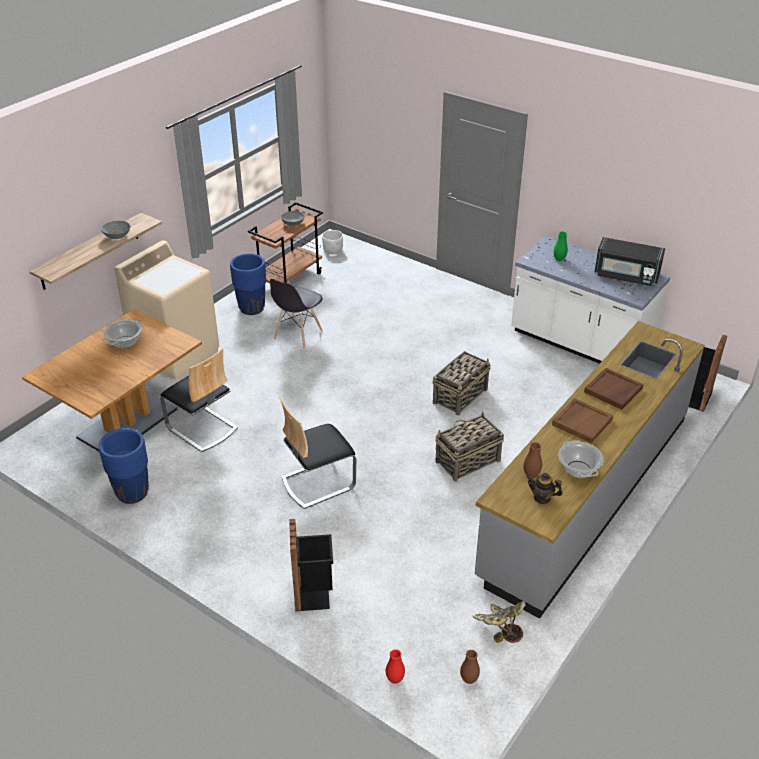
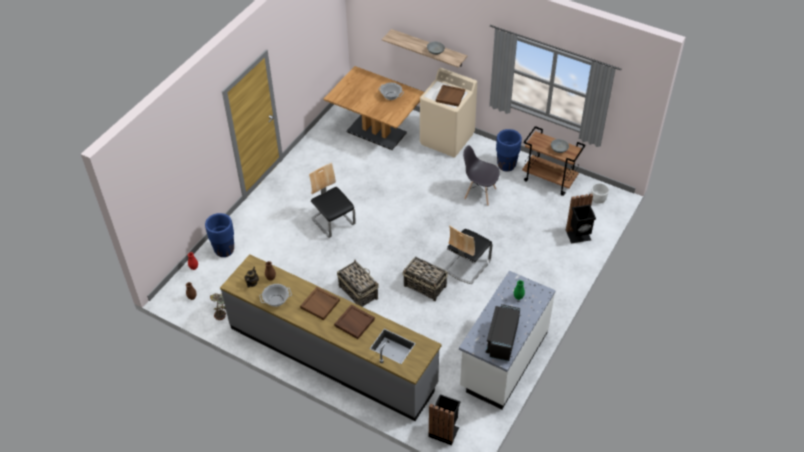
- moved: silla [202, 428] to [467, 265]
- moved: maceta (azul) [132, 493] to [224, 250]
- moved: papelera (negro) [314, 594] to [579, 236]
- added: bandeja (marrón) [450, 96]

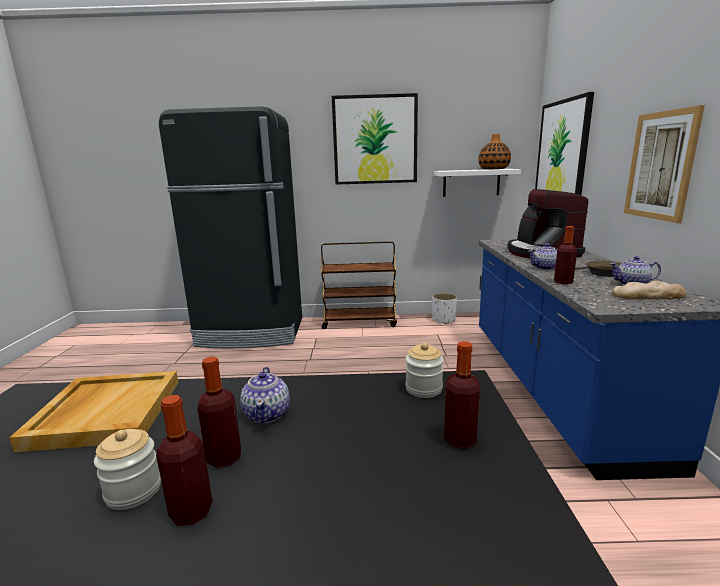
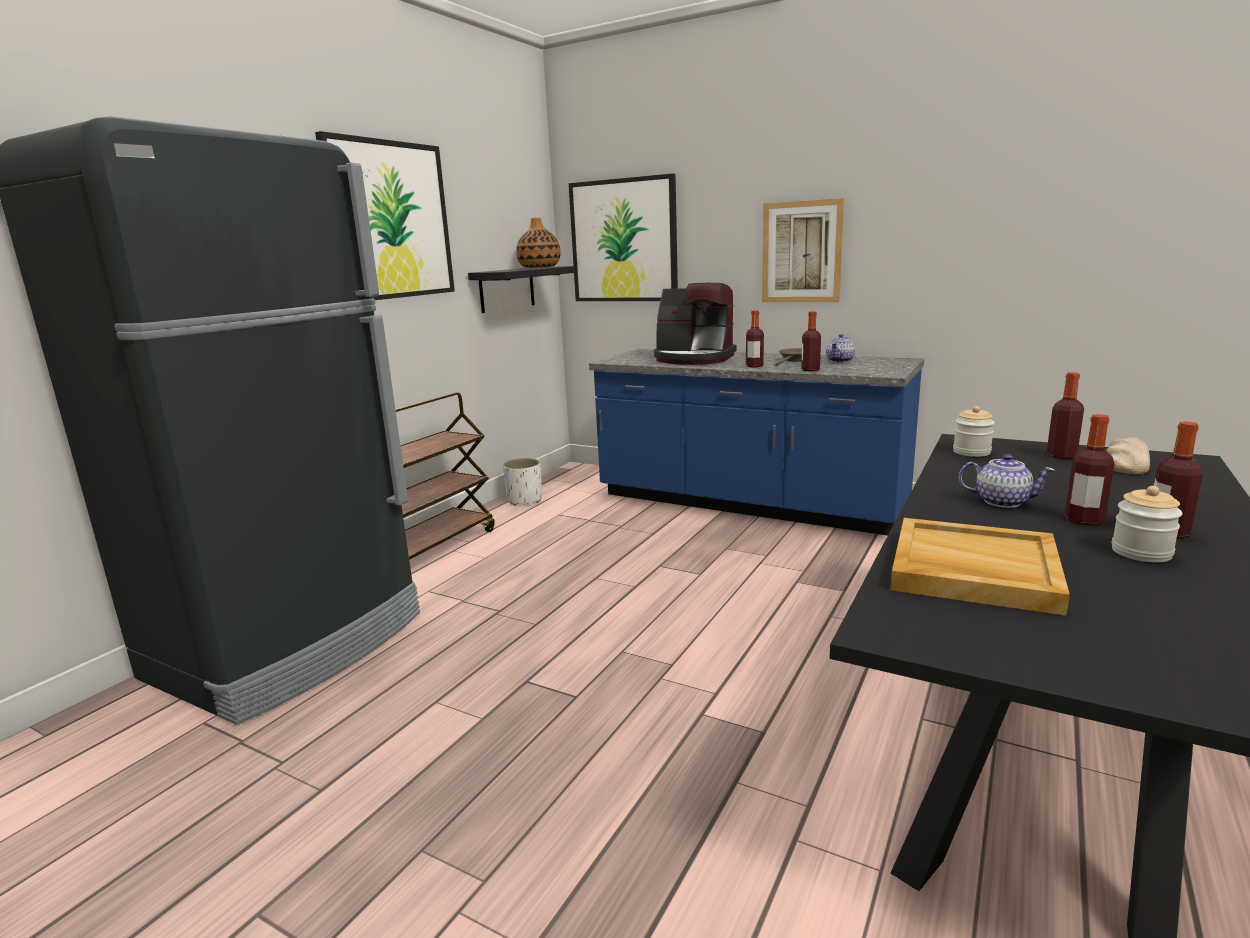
- recoloured: estante (blanco) [471, 183] to estante (negro) [507, 289]
- replaced: tetera [545, 268] to botella [754, 366]
- moved: pan [648, 296] to [1126, 461]

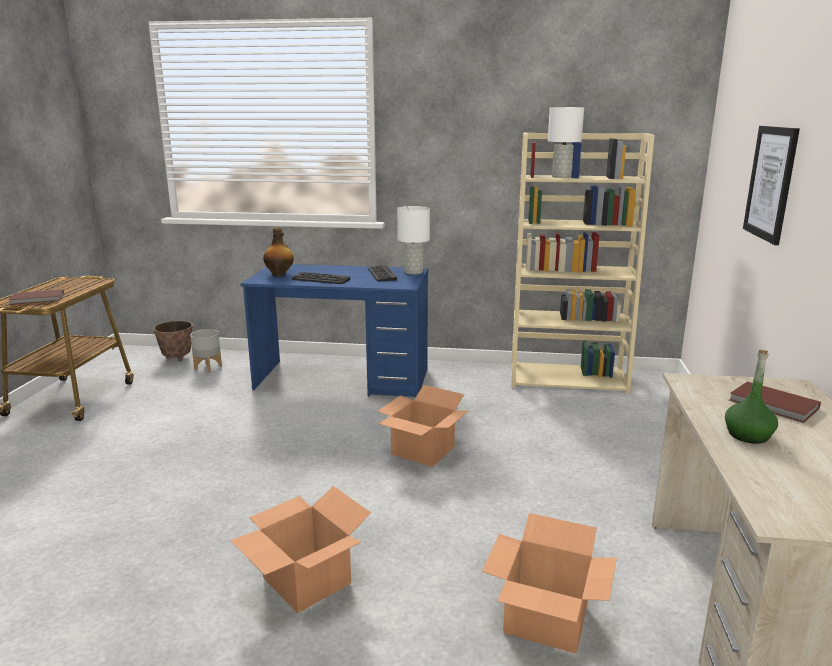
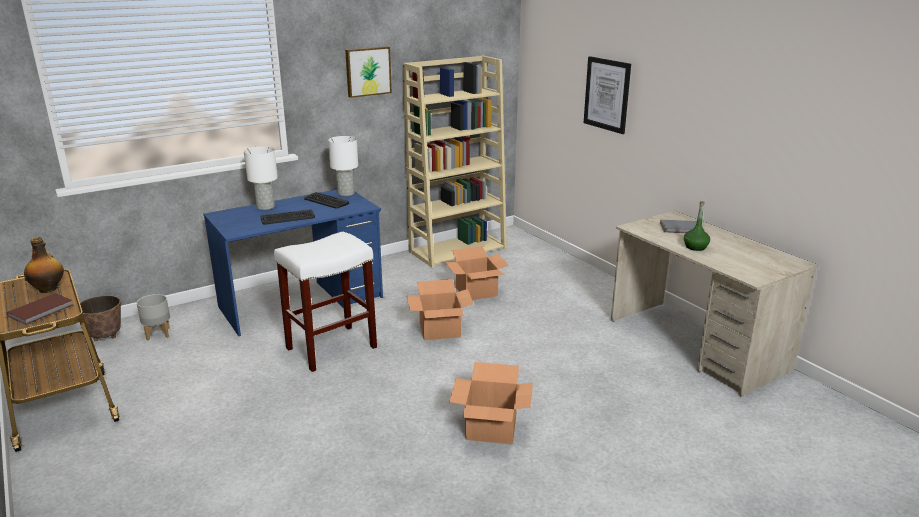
- moved: lámpara de mesa (blanco) [561, 176] to [265, 207]
- moved: botella [279, 274] to [48, 289]
- recoloured: libro (marrón) [773, 405] to libro (gris) [682, 229]
- moved: caja de cartón [547, 619] to [477, 291]
- added: cuadro [367, 71]
- added: taburete (blanco) [330, 348]

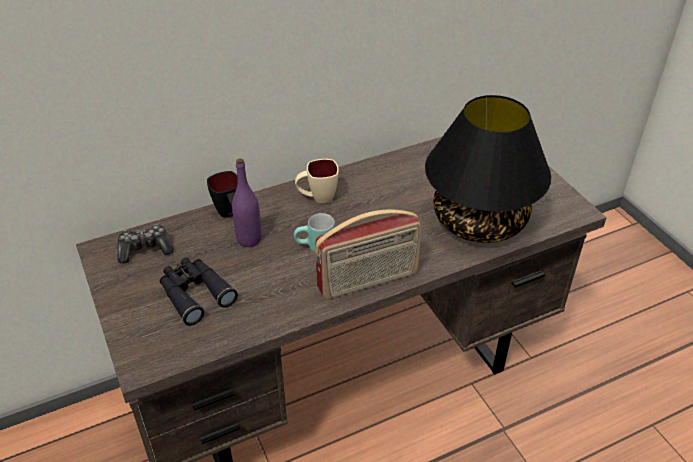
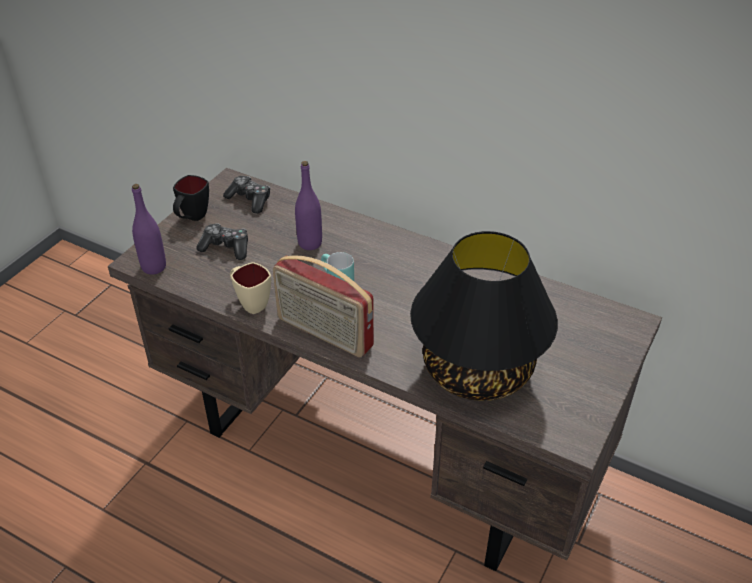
- moved: taza grande (beis) [317, 198] to [250, 303]
- moved: taza grande (negro) [230, 214] to [192, 218]
- replaced: prismáticos (negro) [195, 294] to mando de consola [226, 247]
- added: botella (morado) [154, 267]

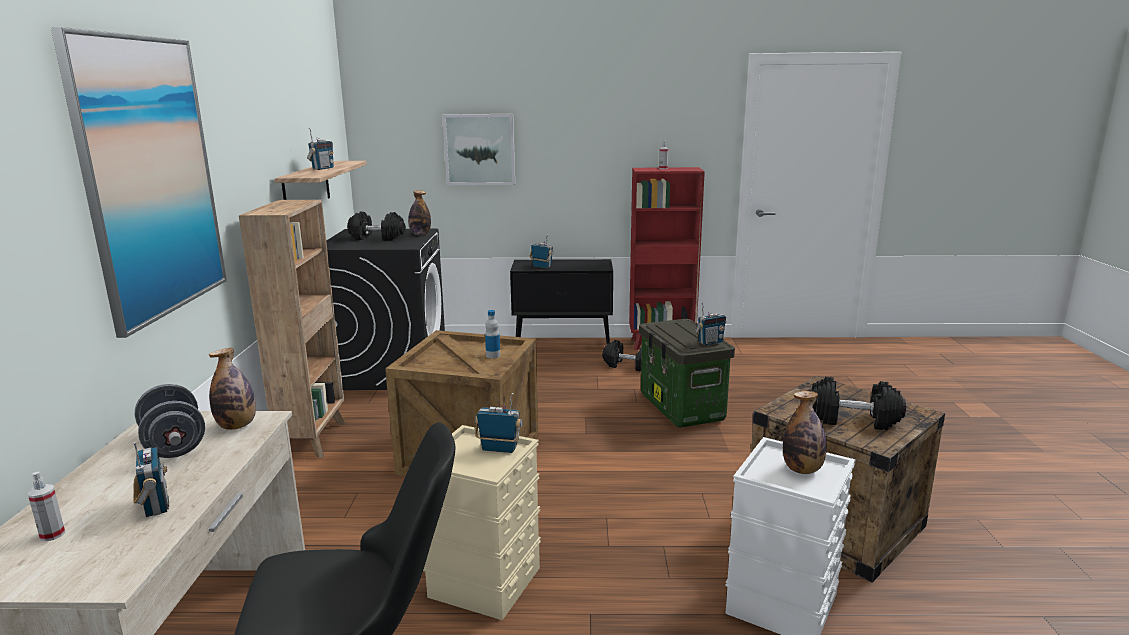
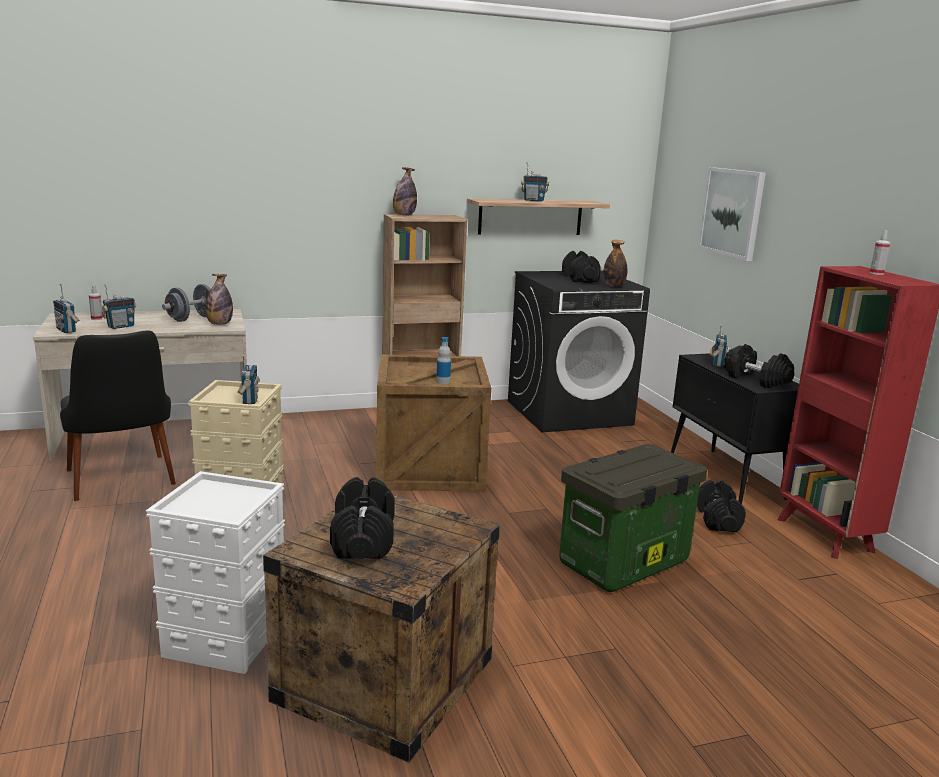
- removed: cuadro [150, 178]
- moved: radio [710, 342] to [67, 330]
- moved: botella [802, 469] to [404, 215]
- added: mancuerna (negro) [755, 380]

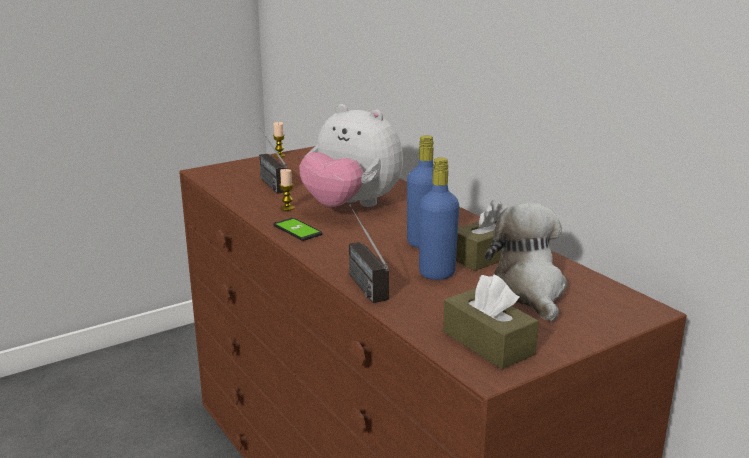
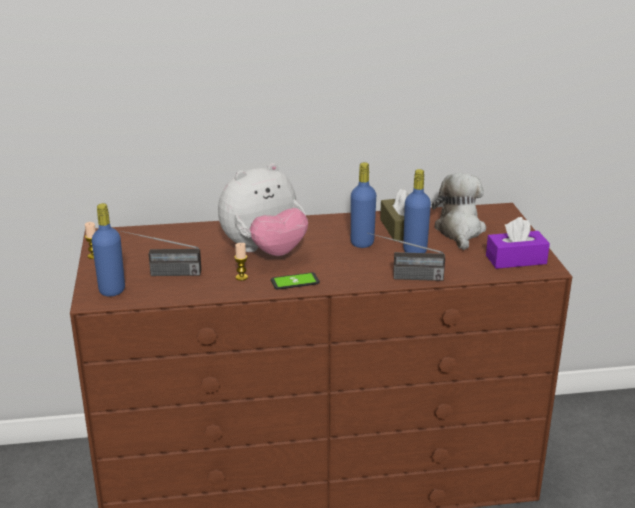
- turned: peluche [529, 291] = [459, 231] 75 degrees clockwise
- recoloured: caja de pañuelos (marrón) [488, 343] to caja de pañuelos (morado) [516, 260]
- added: botella (azul) [112, 290]

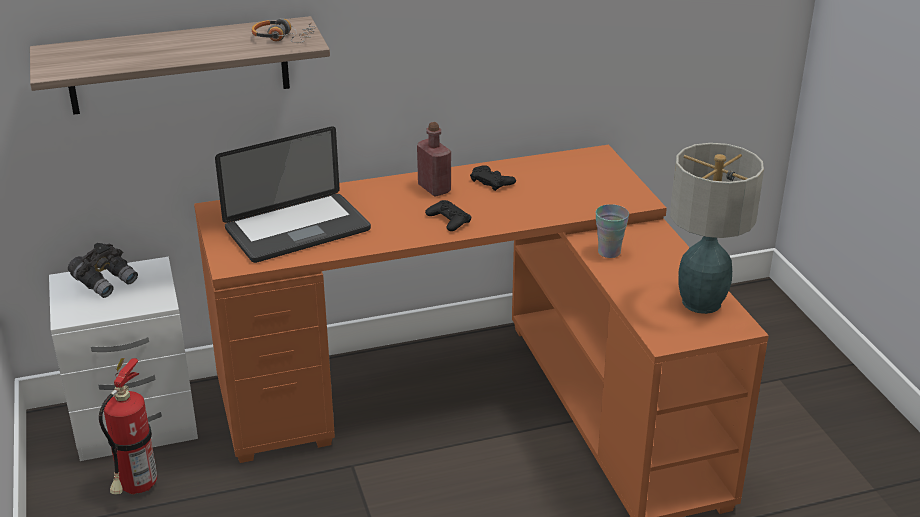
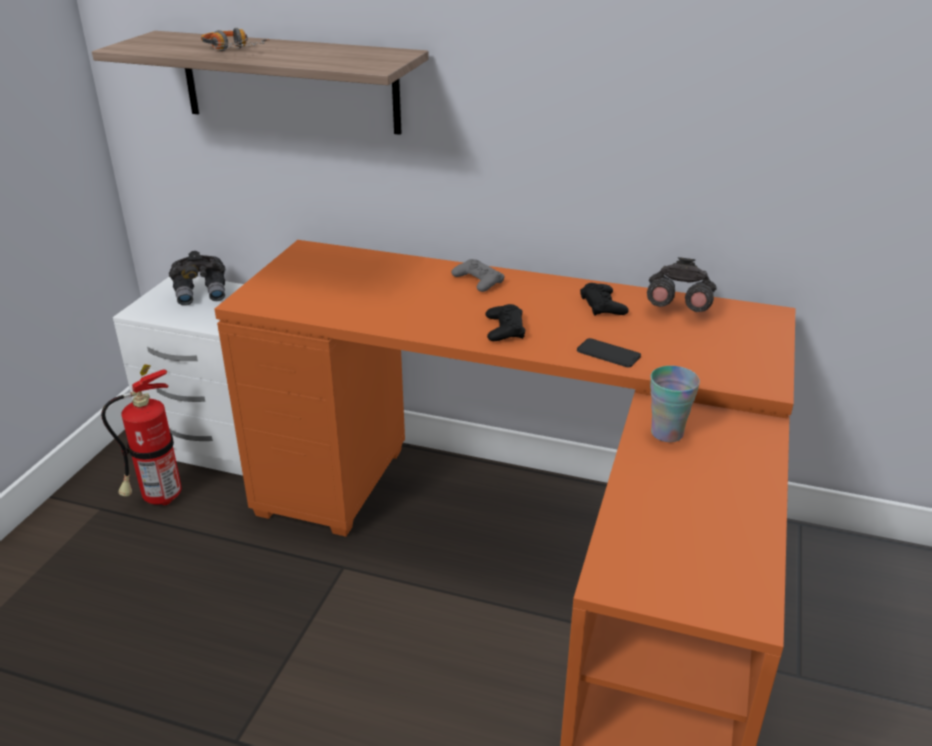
- moved: auriculares [284, 38] to [232, 50]
- removed: botella (rojo) [434, 188]
- removed: portátil [297, 230]
- removed: lámpara de mesa [702, 302]
- added: prismáticos (gris) [678, 308]
- added: mando de consola (gris) [478, 281]
- added: móvil [608, 353]

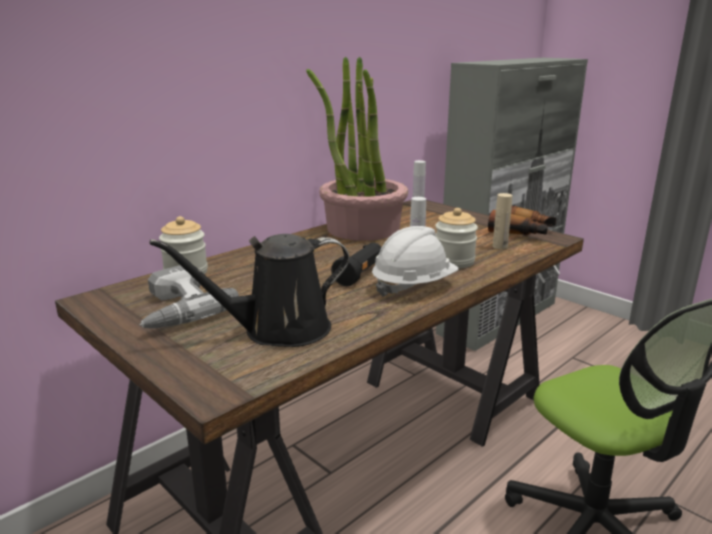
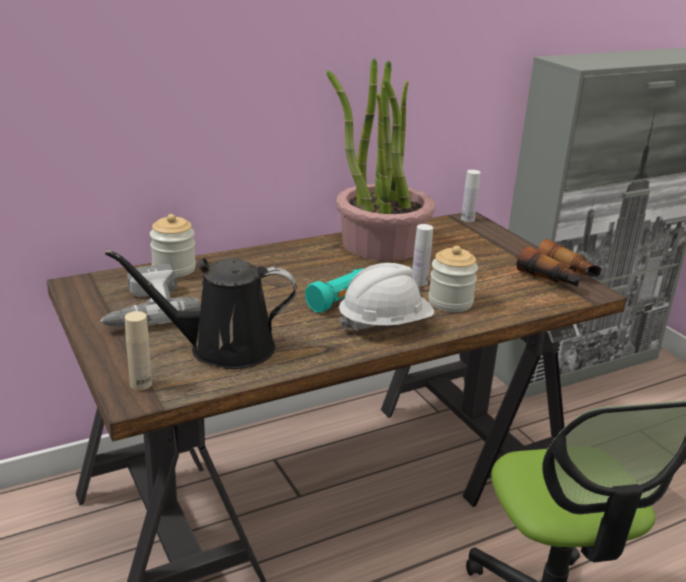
- moved: botella (beis) [500, 246] to [141, 384]
- recoloured: linterna (negro) [360, 274] to linterna (turquesa) [339, 301]

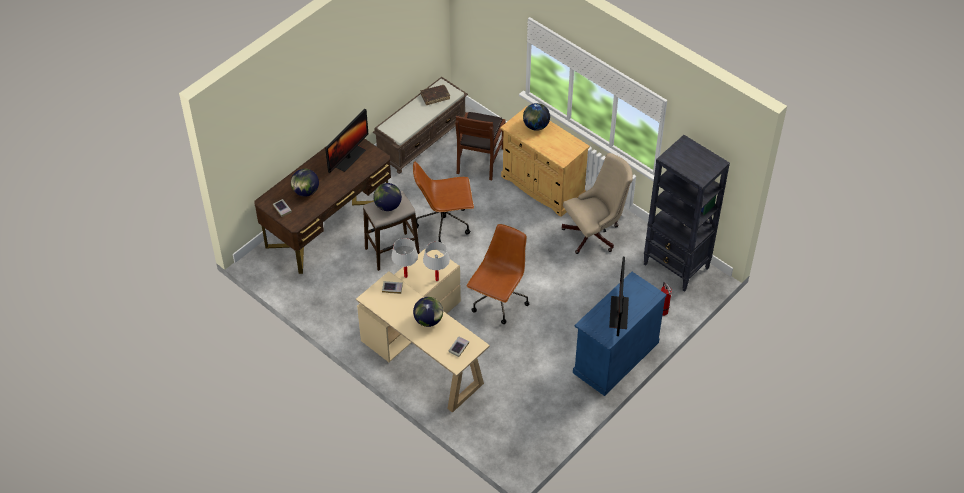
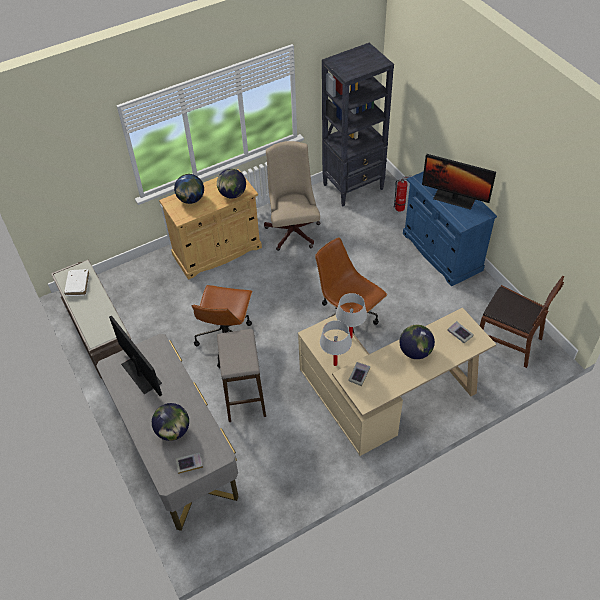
- recoloured: libro (marrón) [435, 96] to libro (blanco) [77, 285]
- moved: silla (marrón) [479, 160] to [508, 341]
- recoloured: escritorio (marrón) [328, 224] to escritorio (gris) [176, 451]
- moved: globo terráqueo [388, 206] to [232, 194]

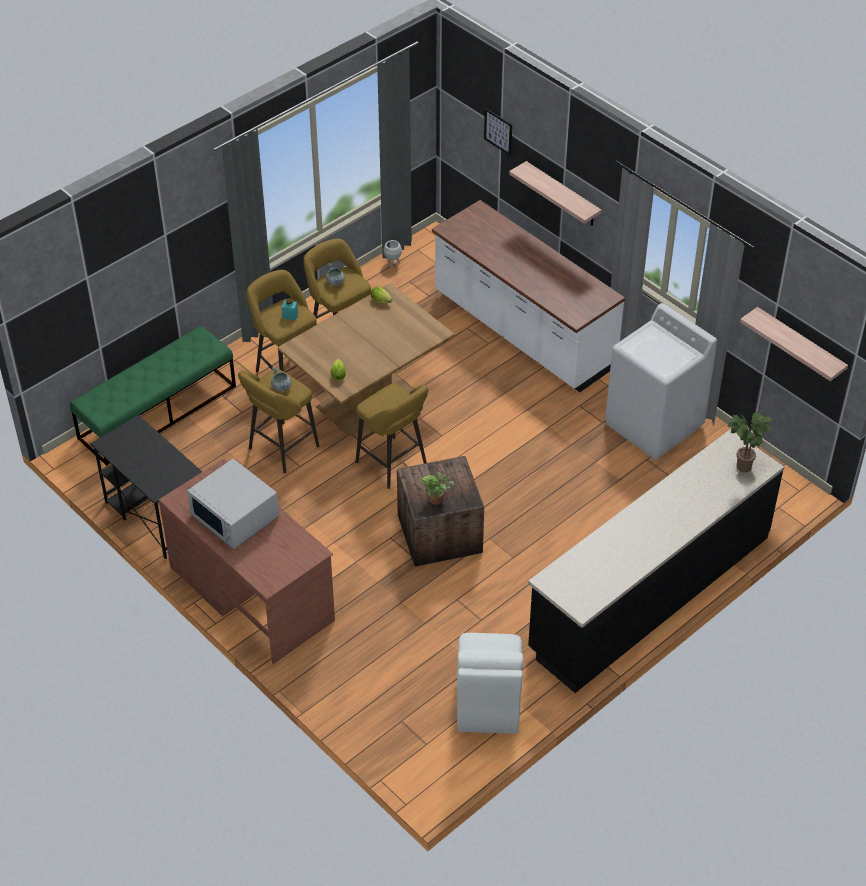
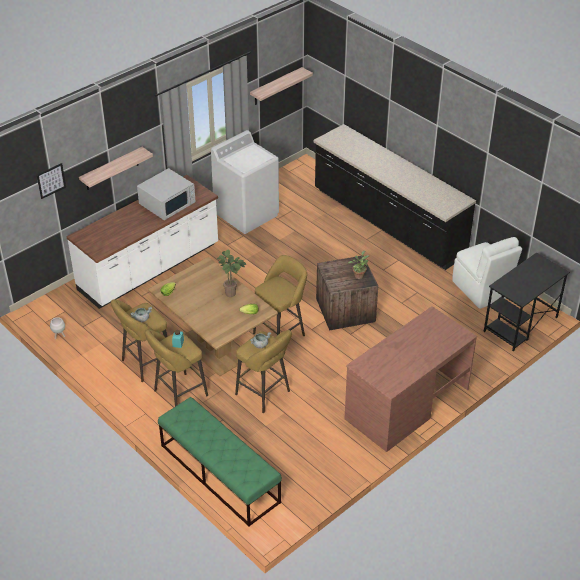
- moved: planta en maceta [742, 468] to [232, 294]
- moved: escritorio (negro) [155, 516] to [520, 325]
- moved: microondas (blanco) [235, 516] to [167, 203]
- turned: silla (blanco) [487, 703] = [481, 290] 60 degrees clockwise

